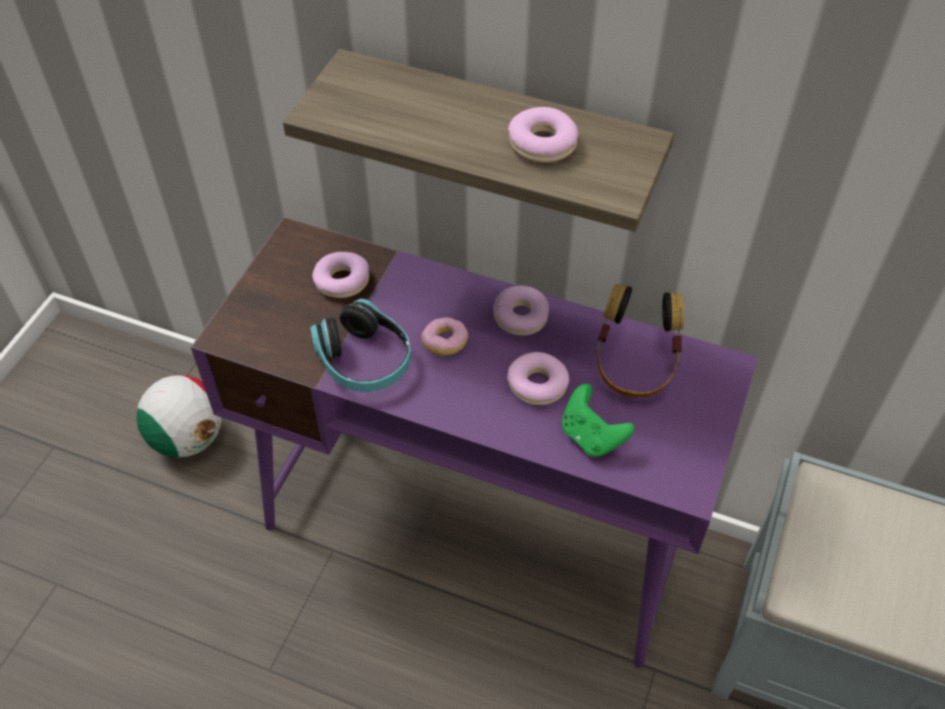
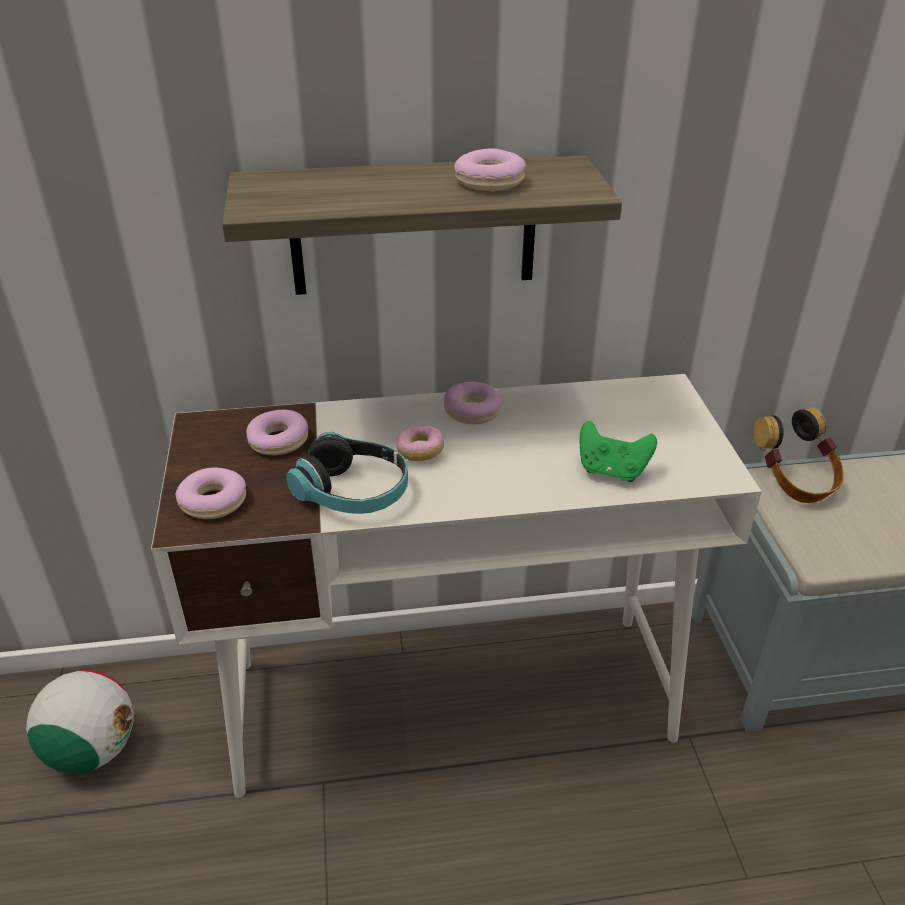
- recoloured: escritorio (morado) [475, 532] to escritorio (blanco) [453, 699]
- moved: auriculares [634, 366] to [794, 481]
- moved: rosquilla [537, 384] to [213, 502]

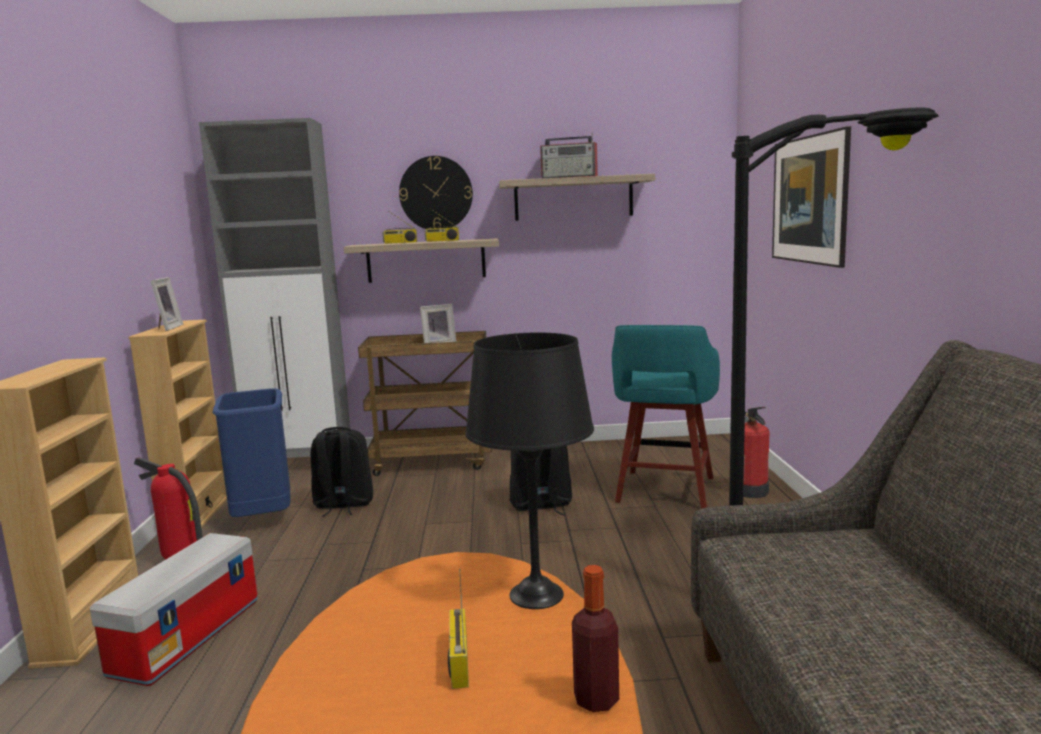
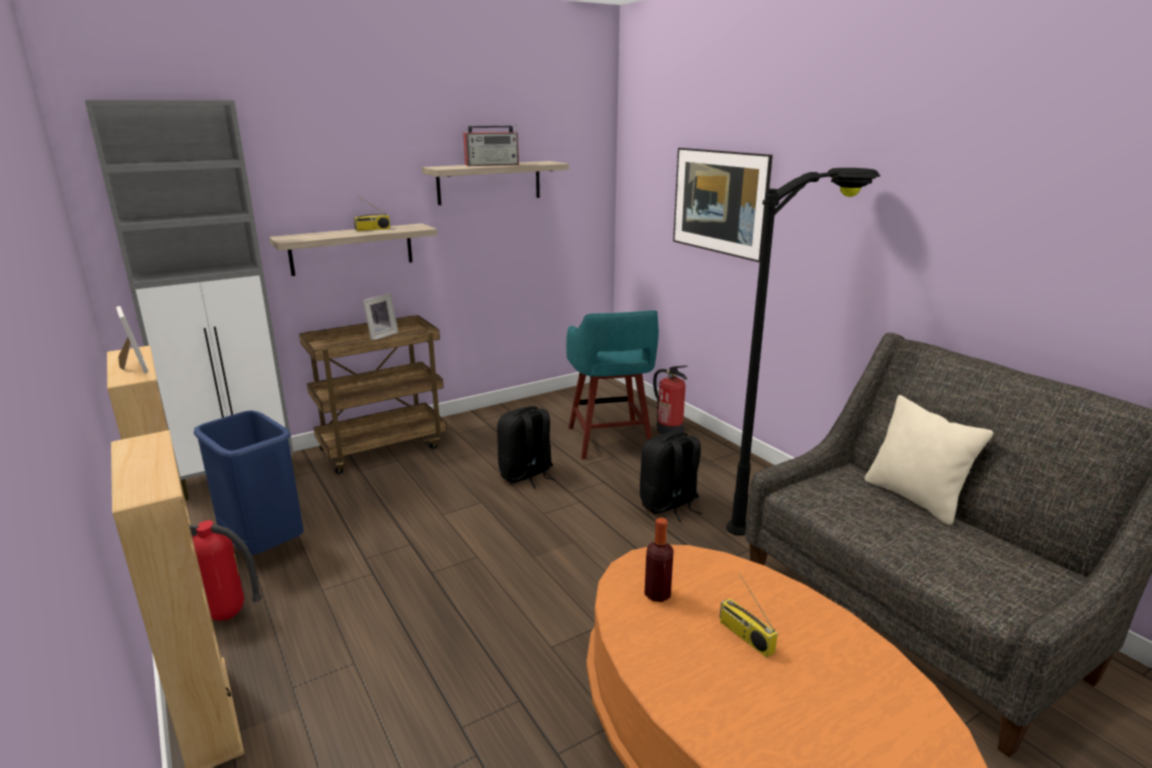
- removed: reloj de pared [436, 193]
- removed: radio [400, 242]
- removed: lámpara de mesa (negro) [537, 594]
- moved: mochila (negro) [343, 505] to [669, 505]
- removed: caja de almacenaje [188, 636]
- moved: botella [596, 699] to [657, 594]
- added: cojín (beis) [914, 498]

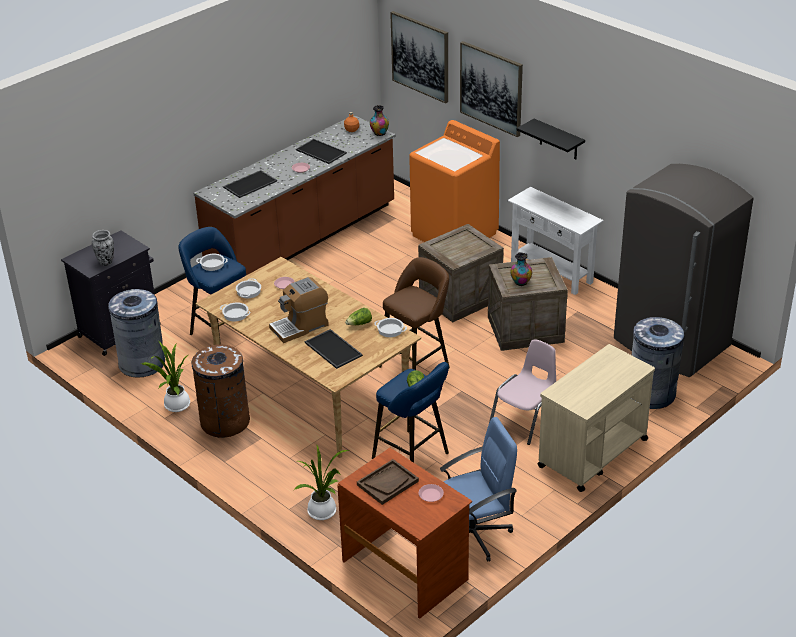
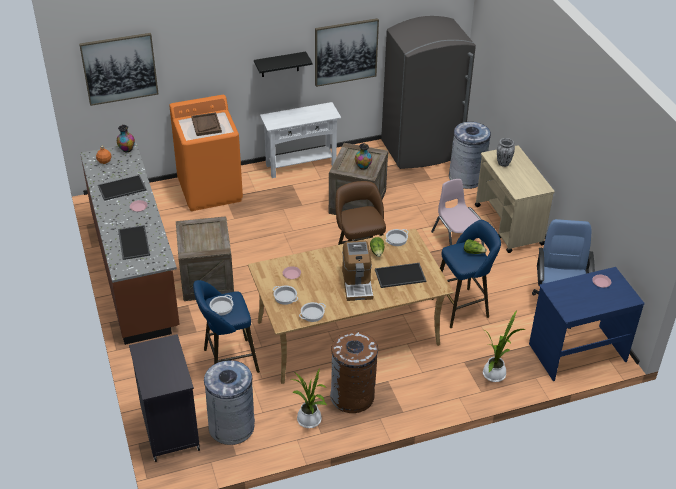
- moved: cuadro [491, 88] to [346, 52]
- moved: caja de embalaje [460, 297] to [206, 278]
- moved: florero [106, 262] to [503, 163]
- recoloured: escritorio (marrón) [406, 570] to escritorio (azul) [577, 352]
- moved: bandeja (marrón) [387, 483] to [206, 125]

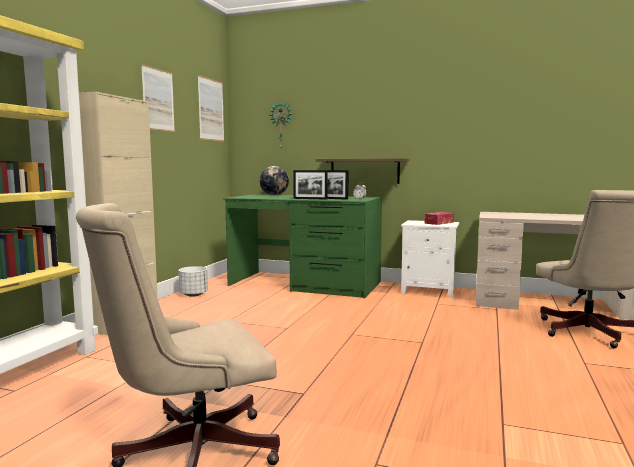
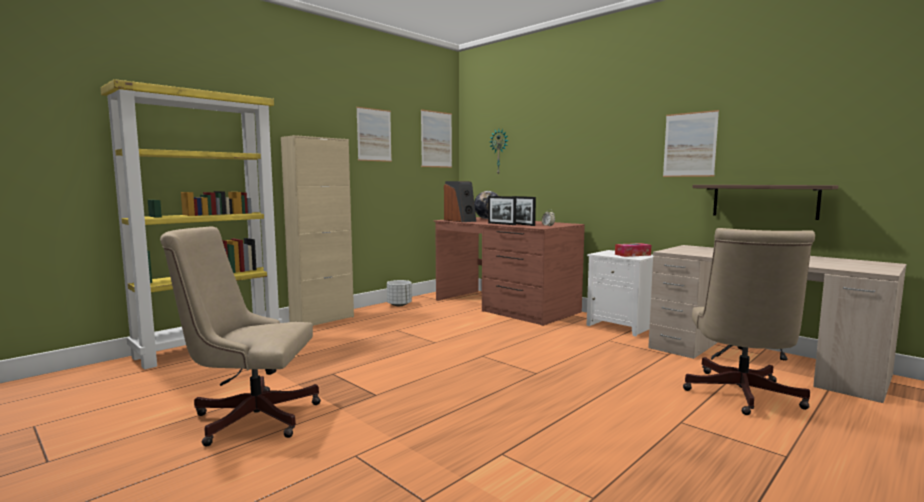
- moved: estante [364, 171] to [764, 201]
- recoloured: escritorio (verde) [305, 284] to escritorio (marrón) [505, 306]
- added: cuadro [689, 144]
- added: altavoz [460, 220]

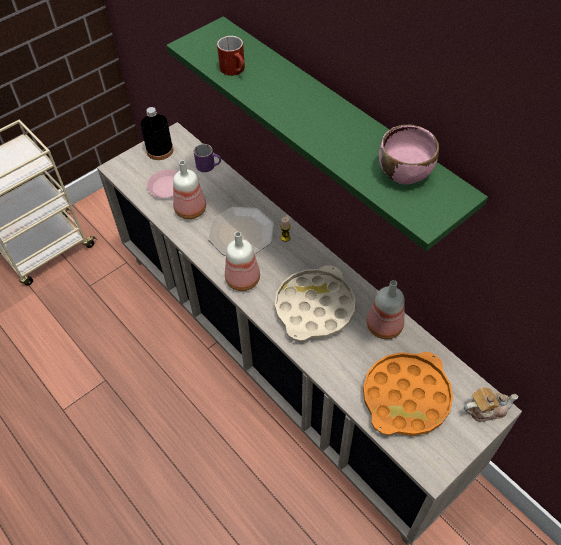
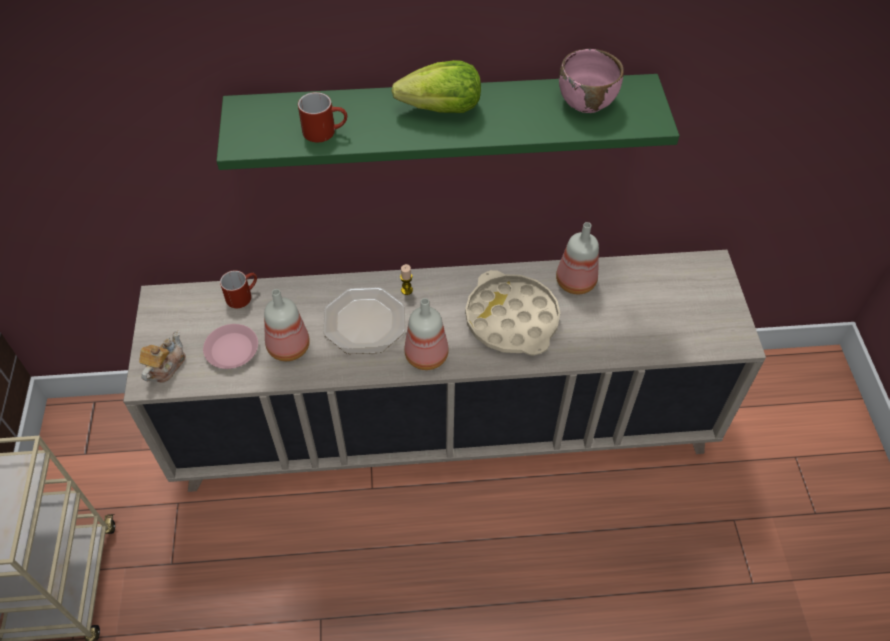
- removed: botella (negro) [160, 150]
- recoloured: taza grande (morado) [209, 166] to taza grande (rojo) [242, 295]
- removed: bandeja (naranja) [406, 397]
- moved: tetera [486, 409] to [165, 366]
- added: lechuga [442, 109]

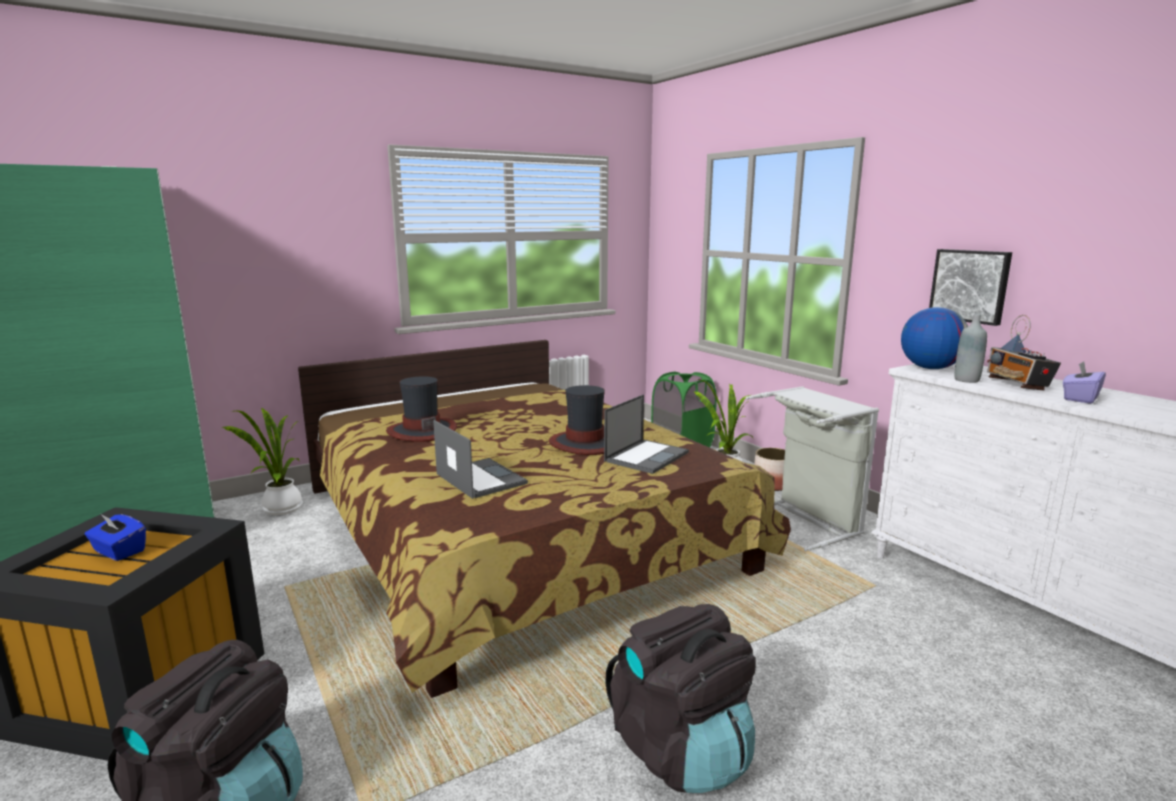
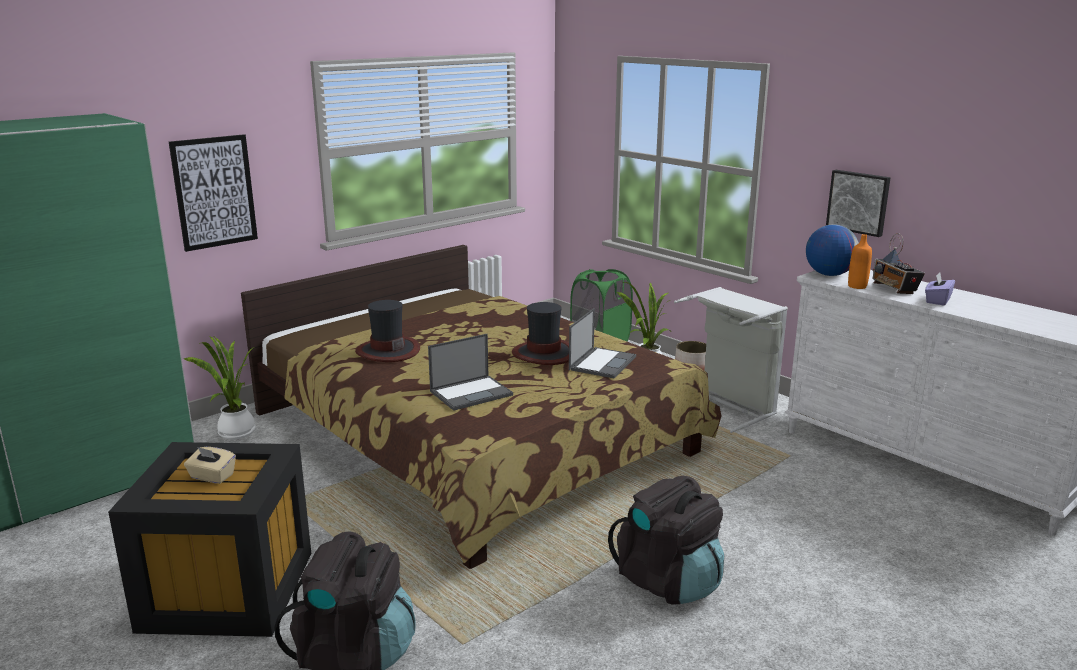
- recoloured: botella (gris) [966, 380] to botella (naranja) [857, 286]
- turned: portátil [480, 478] = [472, 393] 105 degrees clockwise
- recoloured: caja de pañuelos (azul) [119, 551] to caja de pañuelos (beis) [212, 477]
- added: cuadro [214, 192]

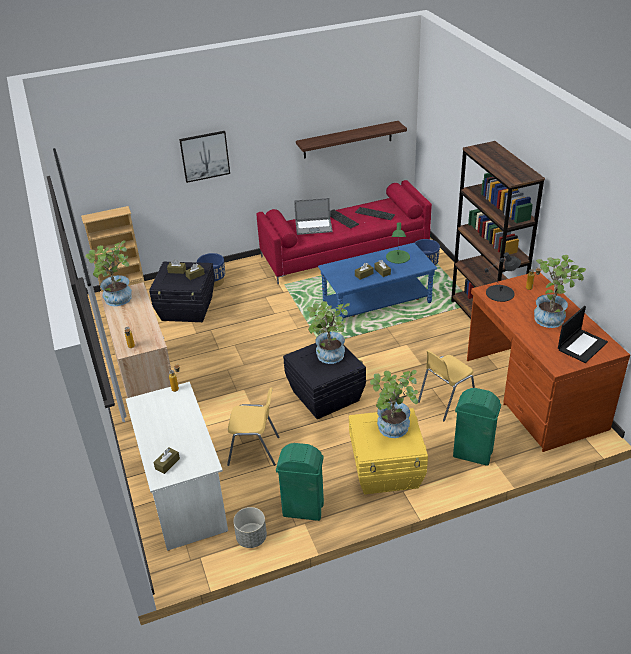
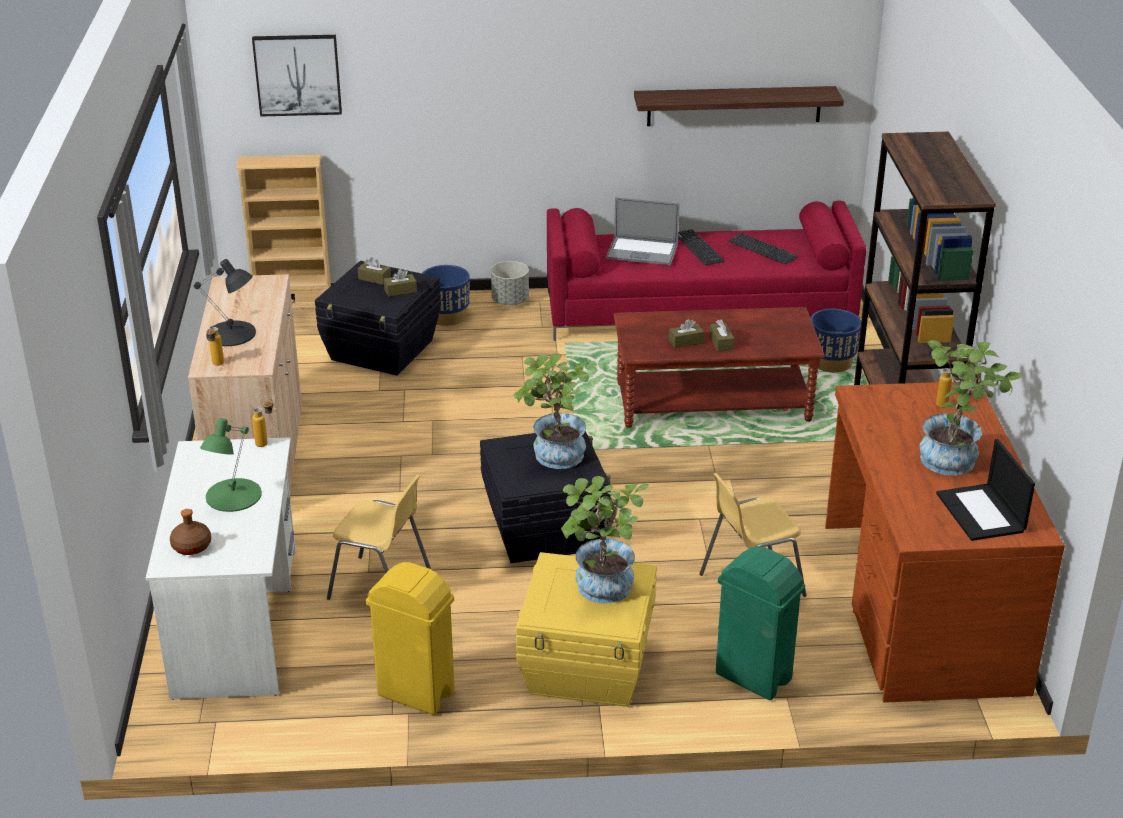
- moved: cuadro [205, 156] to [297, 74]
- moved: lámpara de mesa (verde) [397, 257] to [232, 495]
- removed: planta en maceta [117, 301]
- recoloured: mesa de centro (azul) [377, 302] to mesa de centro (marrón) [713, 402]
- moved: lámpara de mesa (negro) [500, 293] to [231, 334]
- turned: portátil [582, 345] = [982, 513] 105 degrees clockwise
- recoloured: papelera (verde) [303, 510] to papelera (amarillo) [416, 694]
- replaced: caja de pañuelos (marrón) [167, 464] to botella (marrón) [191, 546]
- moved: maceta (gris) [251, 538] to [510, 301]

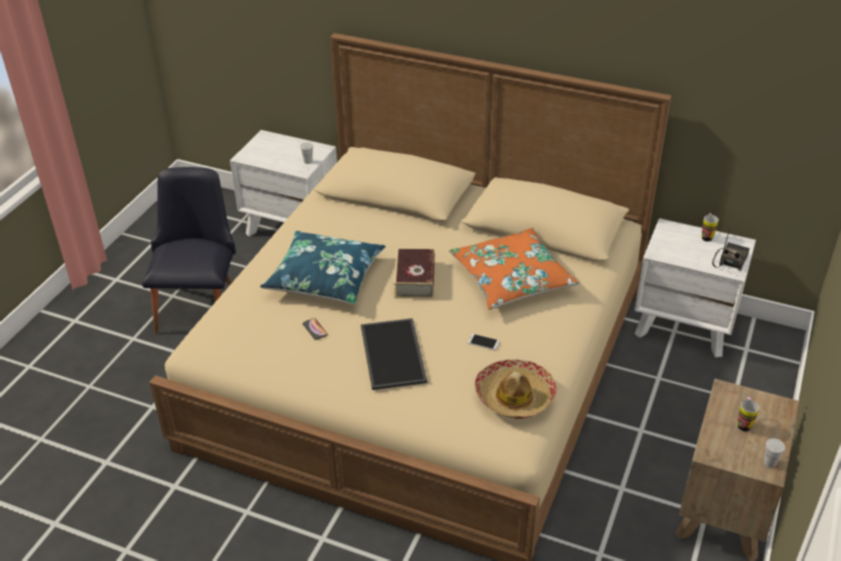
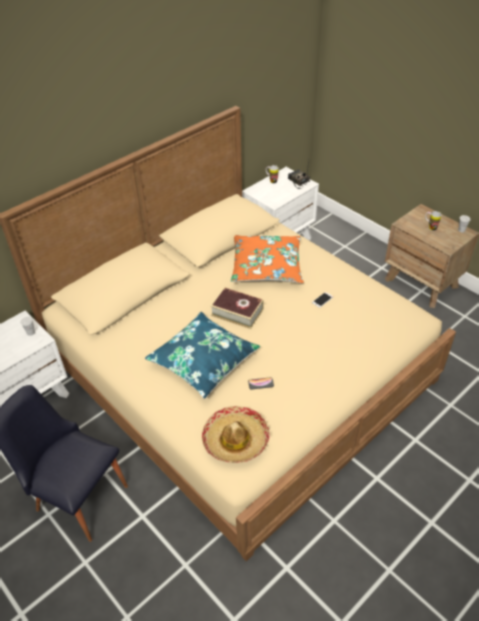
- removed: bandeja [394, 354]
- moved: sombrero [515, 396] to [235, 440]

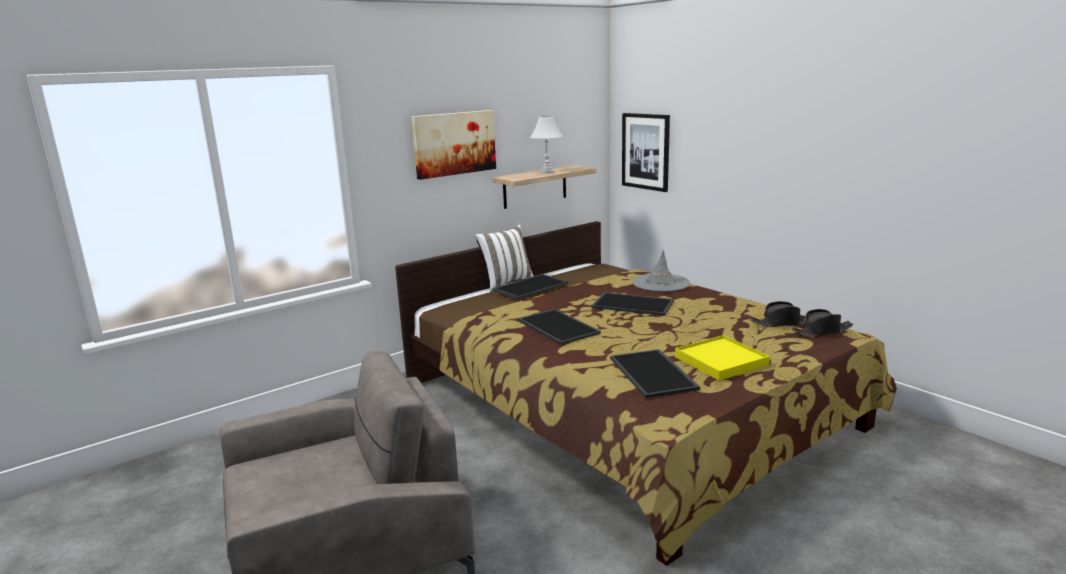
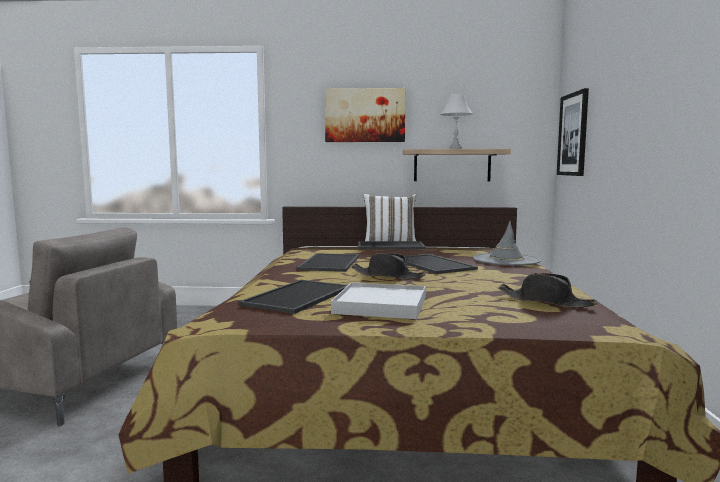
- moved: sombrero (negro) [822, 331] to [388, 276]
- recoloured: bandeja (amarillo) [721, 361] to bandeja (blanco) [381, 305]

